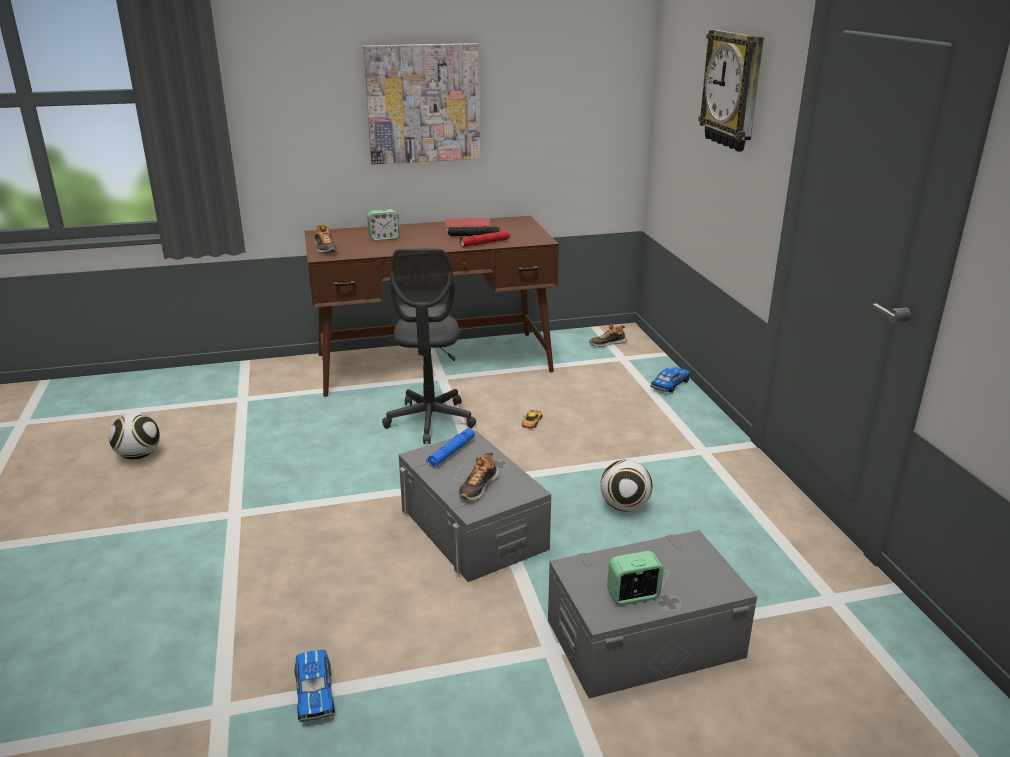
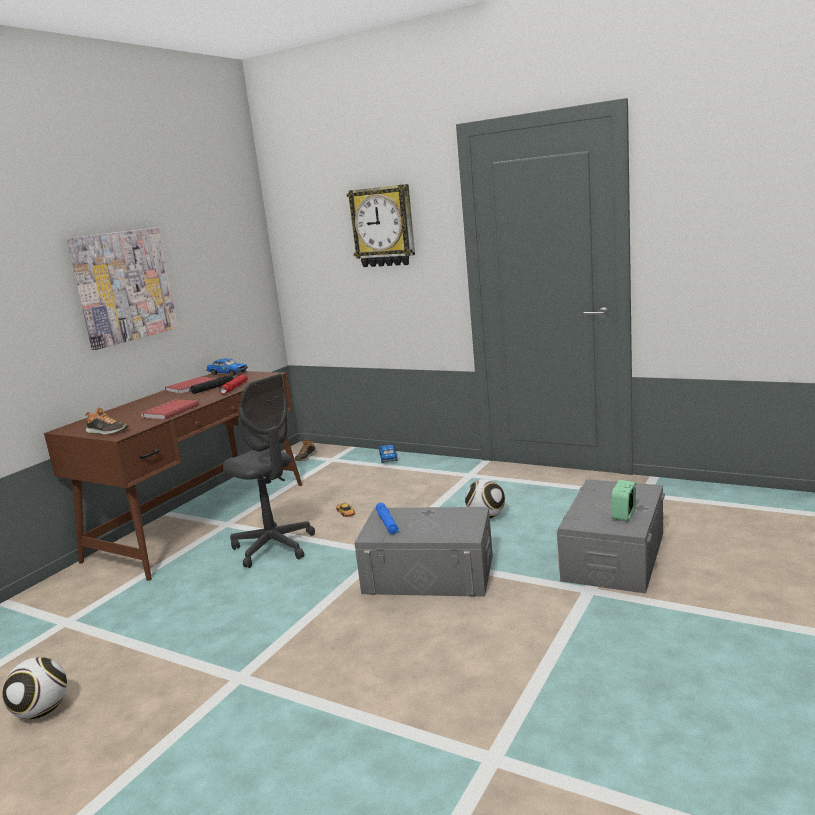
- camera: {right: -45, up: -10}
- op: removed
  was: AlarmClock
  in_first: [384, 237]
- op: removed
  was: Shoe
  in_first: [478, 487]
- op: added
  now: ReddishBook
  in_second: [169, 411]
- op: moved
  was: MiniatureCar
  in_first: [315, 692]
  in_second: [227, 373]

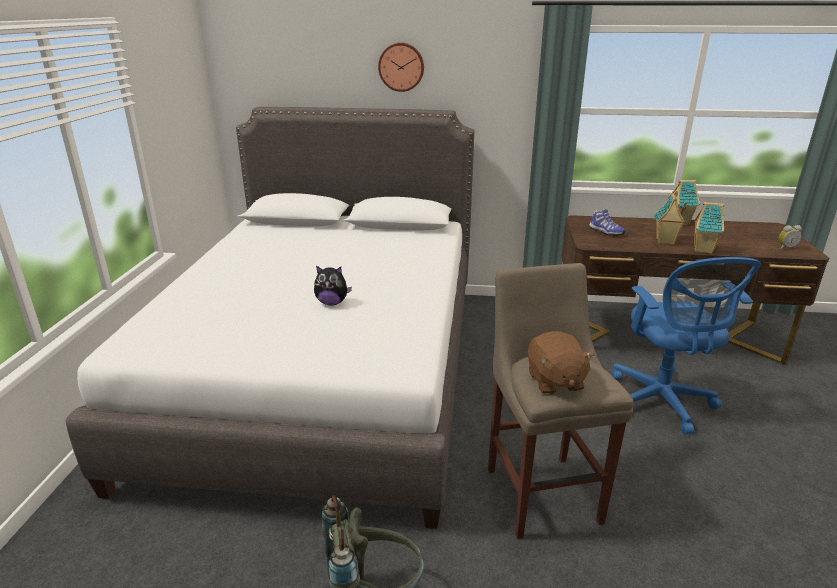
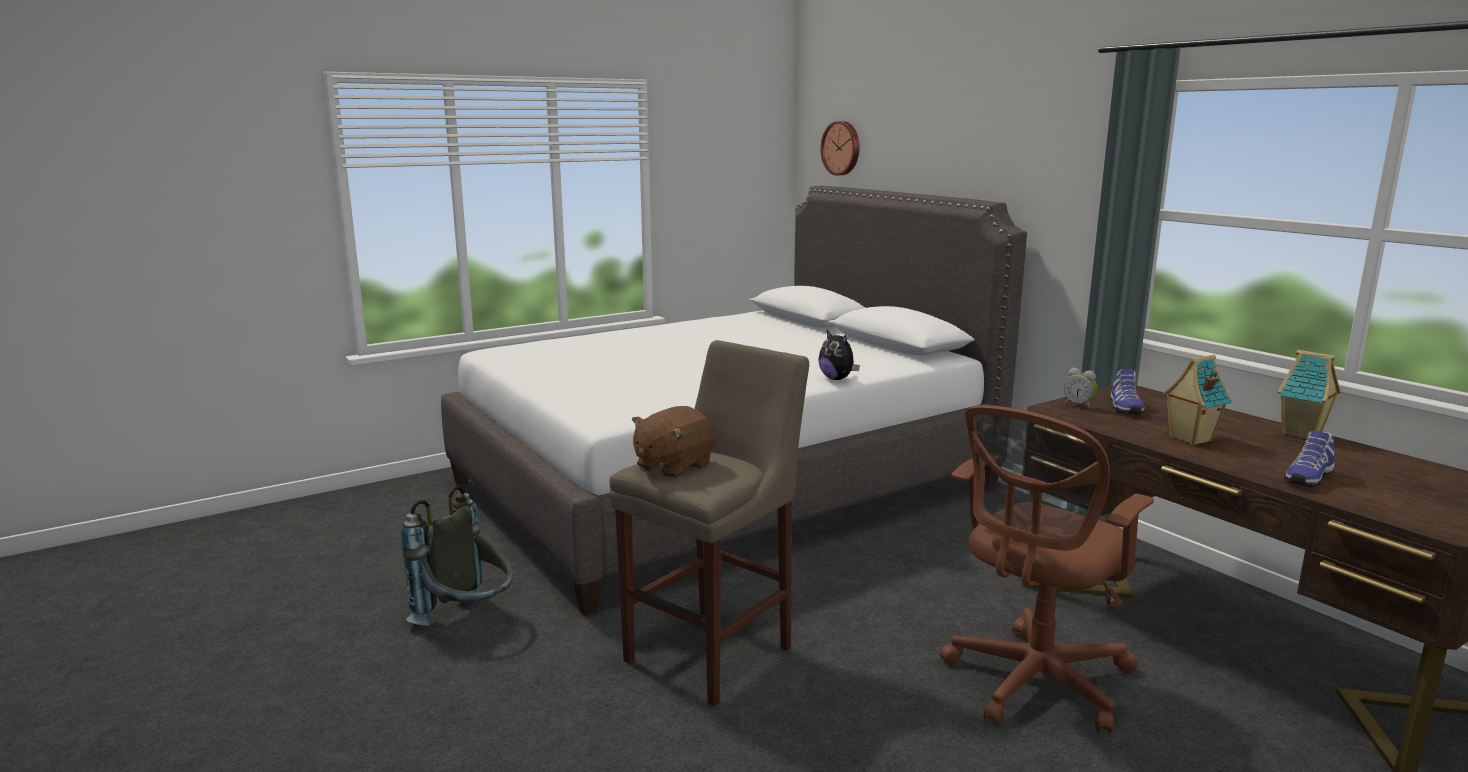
- camera: {right: 50, up: -10}
- op: removed
  was: ToyHouse
  in_first: [704, 250]
- op: added
  now: Shoe
  in_second: [1307, 478]
- op: moved
  was: CuddlyToy
  in_first: [332, 303]
  in_second: [837, 379]
- op: moved
  was: ClockOnTheWall
  in_first: [401, 67]
  in_second: [842, 148]
- op: moved
  was: AlarmClock
  in_first: [785, 248]
  in_second: [1079, 405]
- op: recoloured
  was: BluishComputerChair
  now: BrownComputerChair
  in_first: [662, 402]
  in_second: [1033, 684]

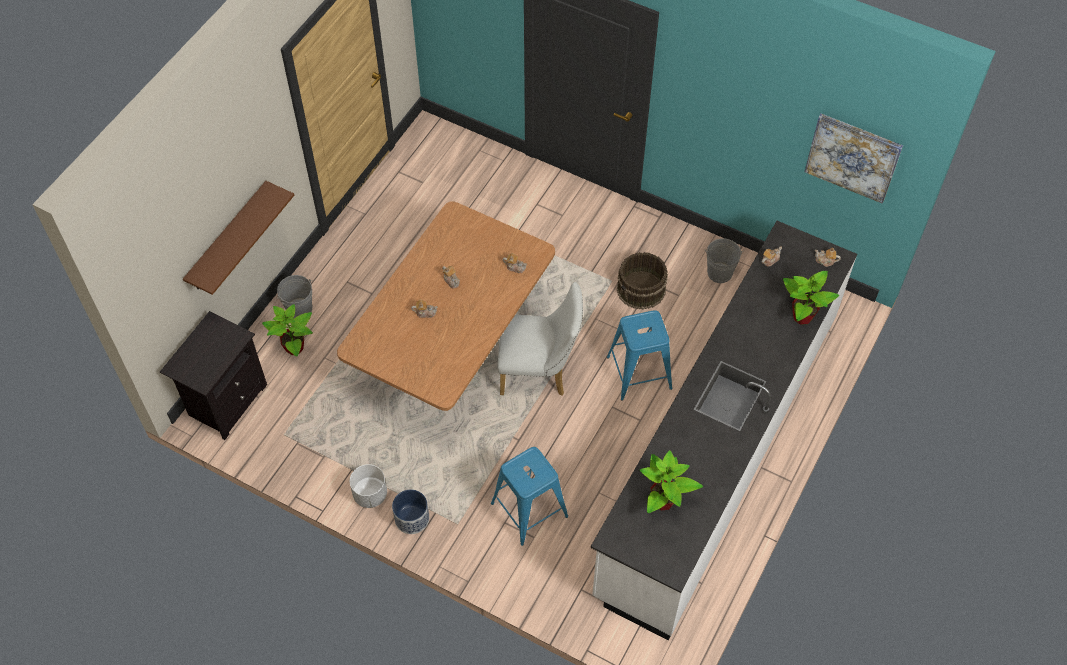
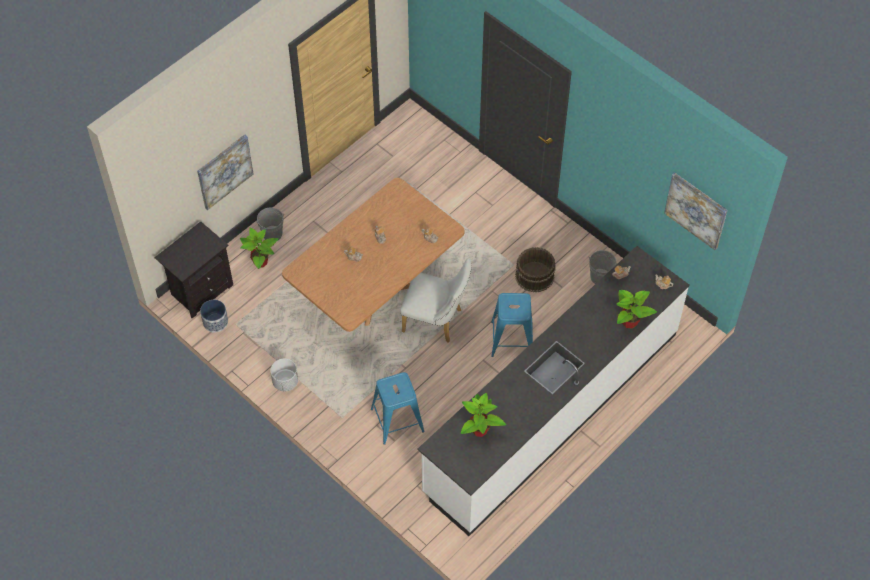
- camera: {right: 15, up: 0}
- op: moved
  was: Planter
  in_first: [412, 518]
  in_second: [215, 322]
- op: replaced
  was: BrownShelf
  now: WallPicture
  in_first: [228, 238]
  in_second: [224, 171]

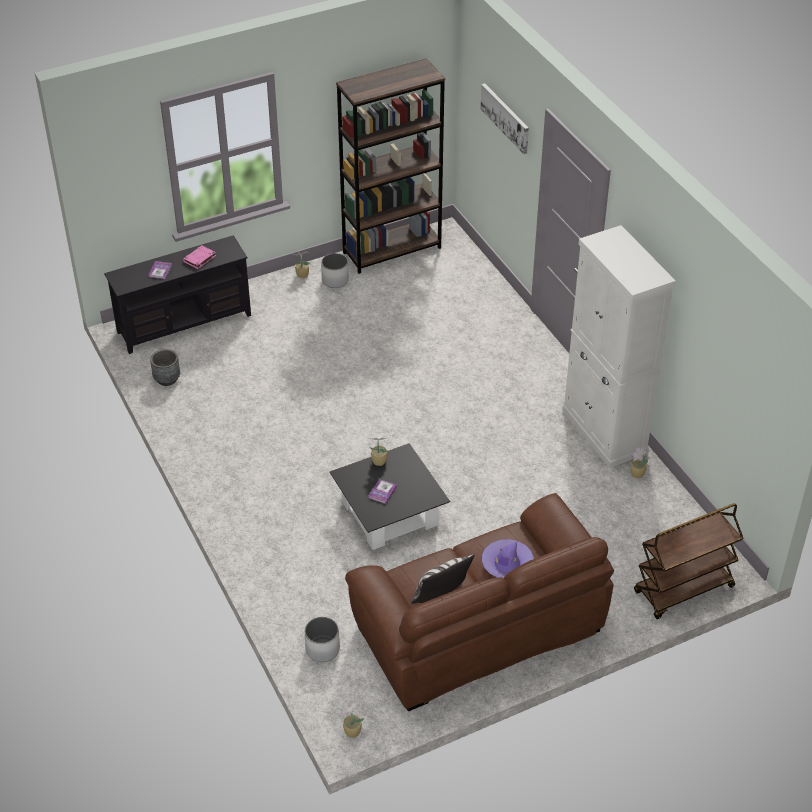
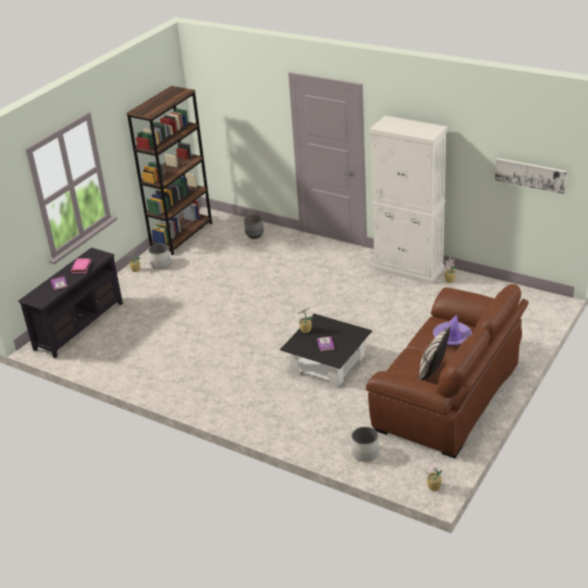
- camera: {right: -30, up: -10}
- op: removed
  was: BrownWheeledCart
  in_first: [683, 590]
- op: moved
  was: GreyPlanter
  in_first: [167, 379]
  in_second: [255, 235]
- op: moved
  was: WallPicture
  in_first: [505, 117]
  in_second: [530, 175]

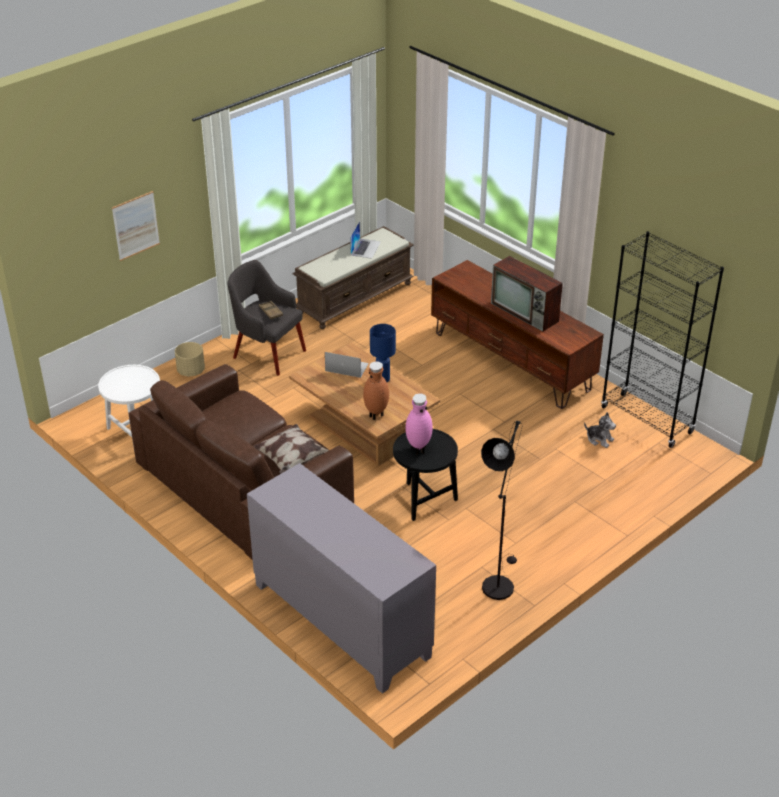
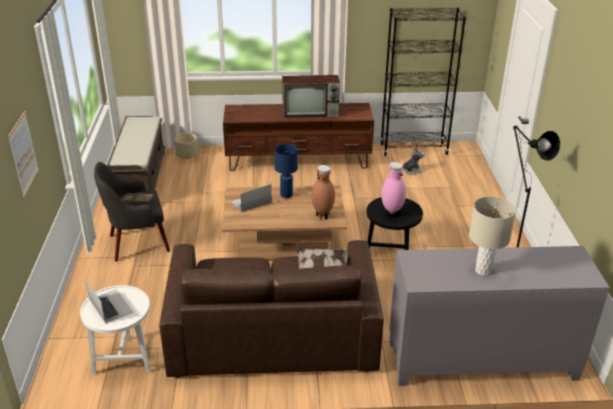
- camera: {right: -50, up: -5}
- op: added
  now: BeigeColouredTableLamp
  in_second: [483, 270]
- op: moved
  was: BeigeColouredPlanter
  in_first: [191, 371]
  in_second: [187, 156]
- op: moved
  was: Laptop
  in_first: [365, 248]
  in_second: [110, 305]

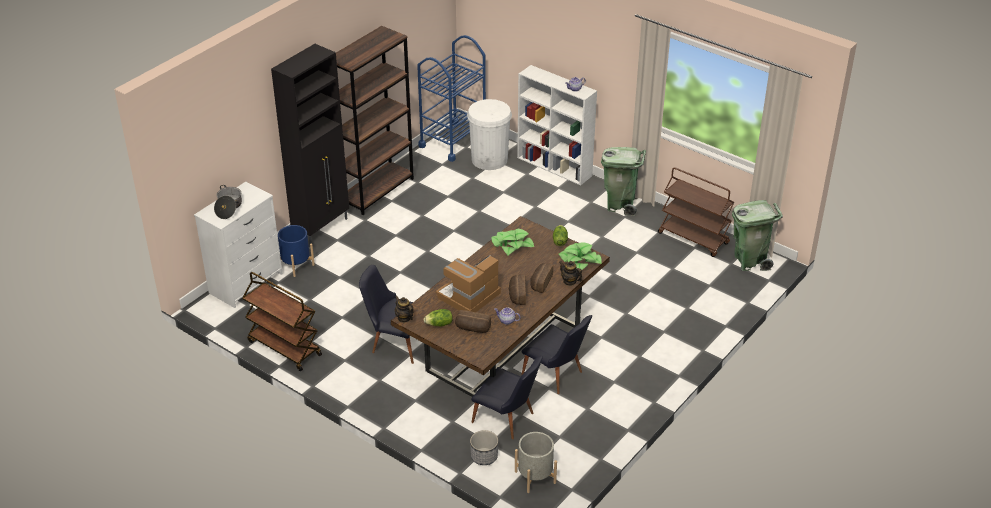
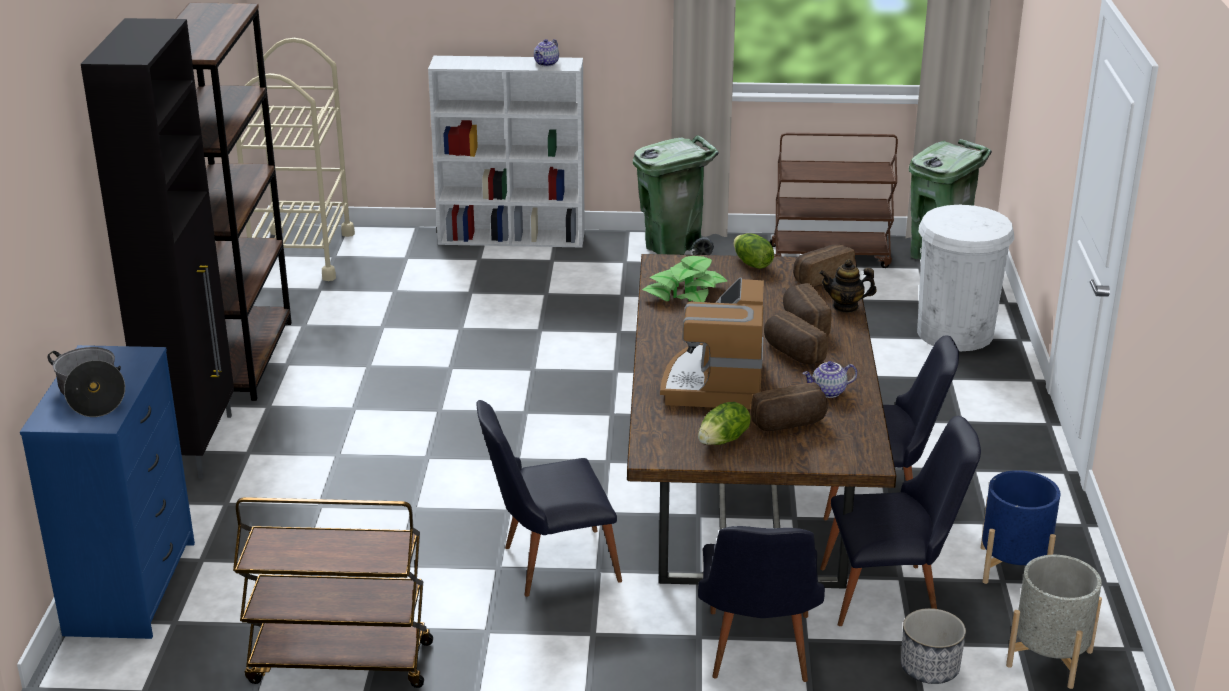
- camera: {right: -35, up: -10}
- op: removed
  was: PotForTea
  in_first: [404, 318]
- op: added
  now: BlackUprightChair
  in_second: [757, 655]
- op: moved
  was: BluishPlanter
  in_first: [296, 265]
  in_second: [1013, 567]
- op: moved
  was: WhiteColouredWasteBin
  in_first: [489, 159]
  in_second: [955, 333]
- op: replaced
  was: Houseplant
  now: BakedBread
  in_first: [580, 261]
  in_second: [821, 277]
- op: recoloured
  was: WhiteColouredDresser
  now: BluishDresser
  in_first: [246, 283]
  in_second: [132, 588]
- op: recoloured
  was: BluishWheeledCart
  now: BeigeColouredWheeledCart
  in_first: [453, 141]
  in_second: [302, 255]

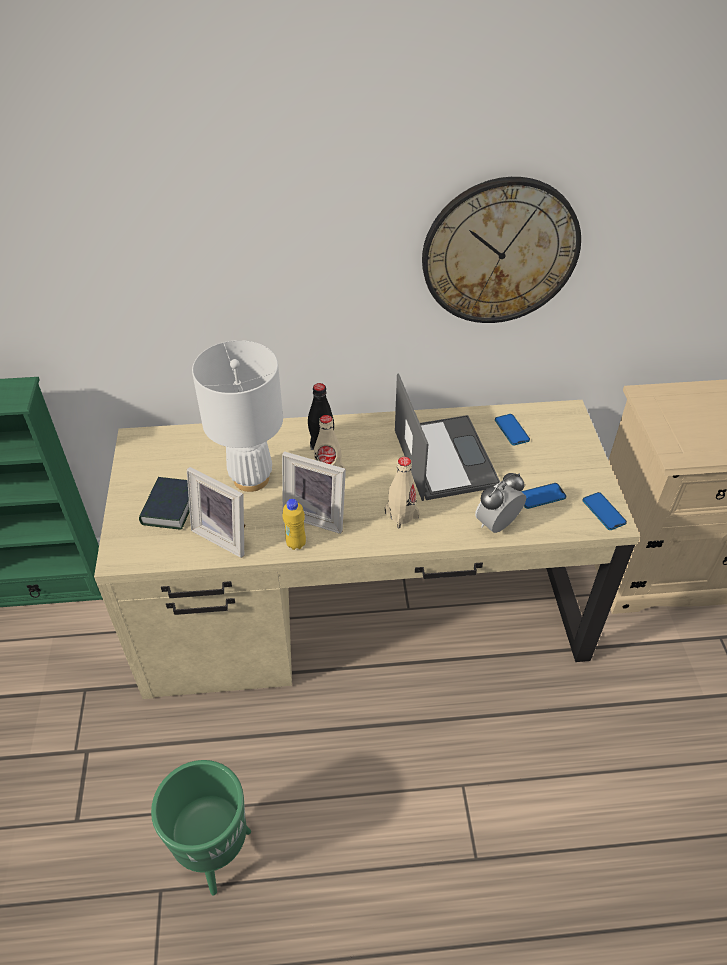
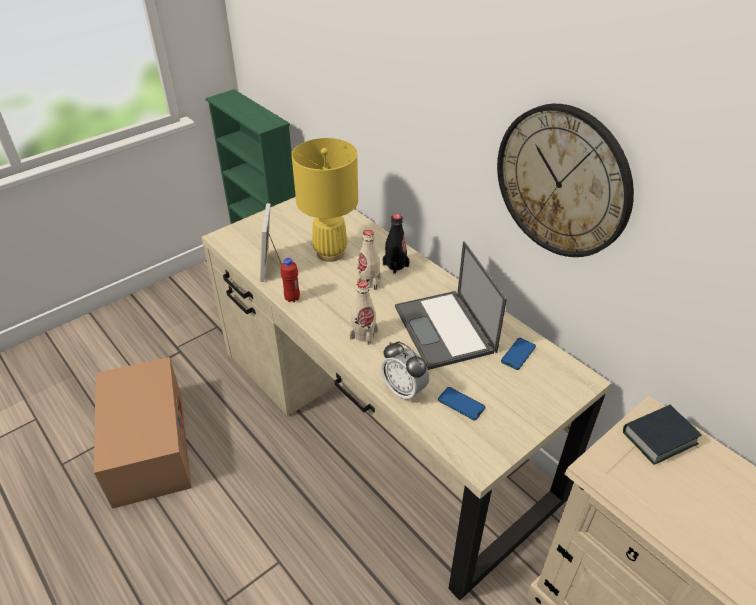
- camera: {right: 55, up: -5}
- op: removed
  was: PictureFrame
  in_first: [317, 515]
- op: removed
  was: Telephone
  in_first: [603, 512]
- op: moved
  was: Book
  in_first: [170, 507]
  in_second: [659, 438]
- op: replaced
  was: GreenPlanter
  now: PackingBox
  in_first: [214, 853]
  in_second: [149, 446]
- op: recoloured
  was: WhiteColouredTableLamp
  now: YellowColouredTableLamp
  in_first: [251, 478]
  in_second: [330, 253]
- op: recoloured
  was: YellowColouredDrinkBottle
  now: ReddishDrinkBottle
  in_first: [296, 544]
  in_second: [292, 298]
- op: turned
  was: Laptop
  in_first: [444, 457]
  in_second: [445, 330]
  clockwise: 120
- op: turned
  was: AlarmClock
  in_first: [497, 524]
  in_second: [404, 390]
  clockwise: -150

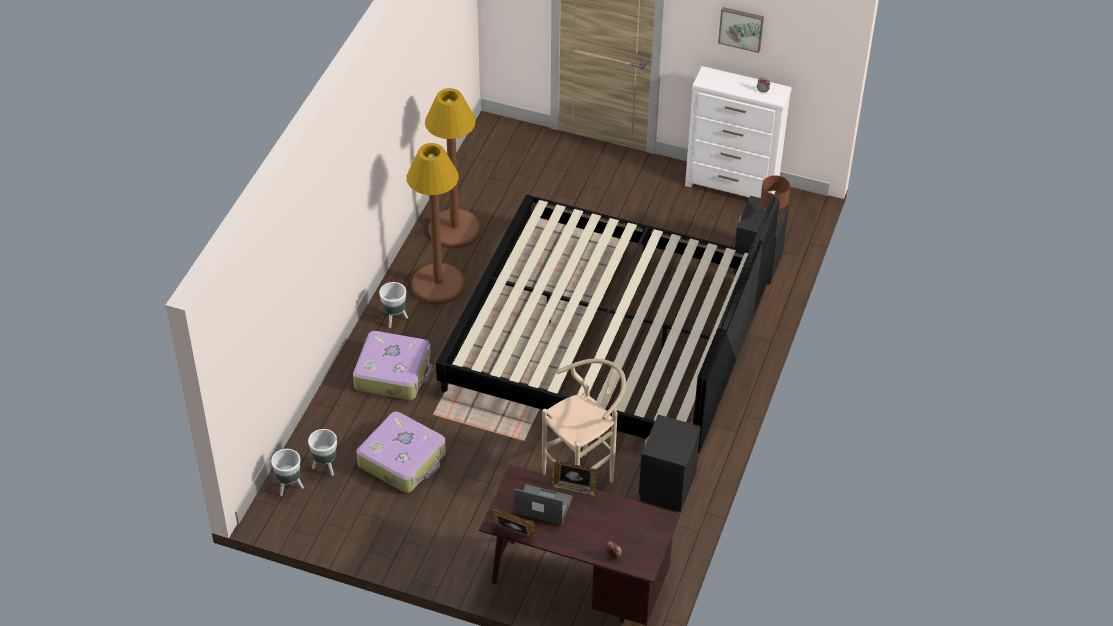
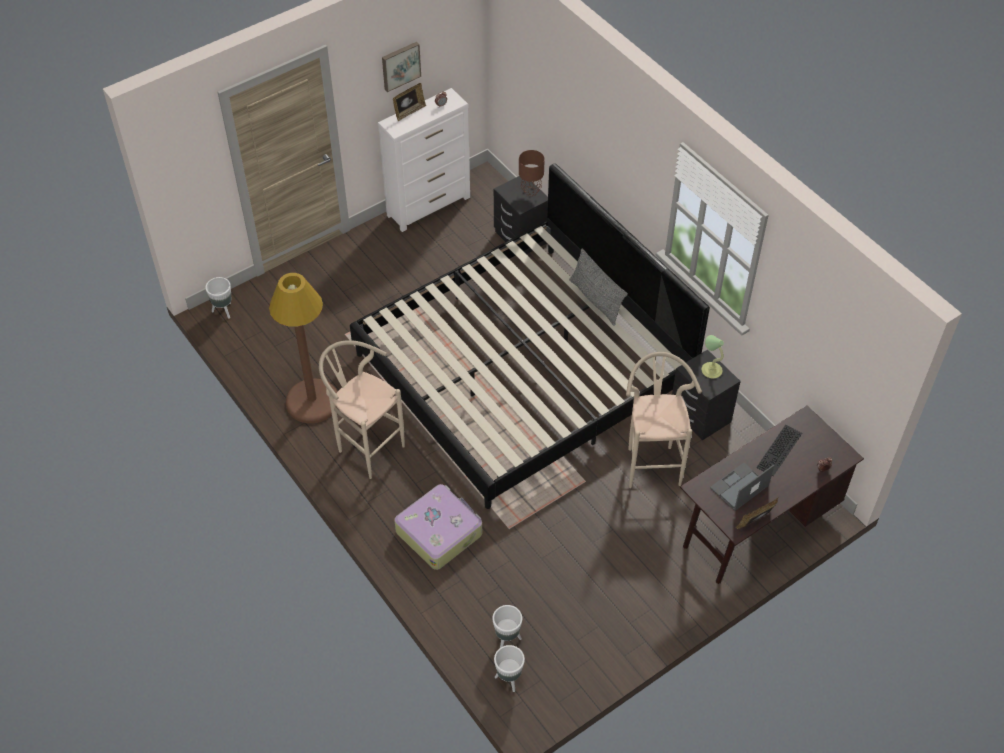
- camera: {right: -55, up: 5}
- op: removed
  was: TravelCase
  in_first: [403, 459]
- op: added
  now: GreyPillow
  in_second: [596, 300]
- op: added
  now: TableLamp
  in_second: [711, 370]
- op: added
  now: ComputerKeyboard
  in_second: [780, 451]
- op: moved
  was: WhiteColouredPlanter
  in_first: [395, 319]
  in_second: [223, 310]
- op: moved
  was: PictureFrame
  in_first: [574, 487]
  in_second: [409, 112]
- op: replaced
  was: BrownStandingLamp
  now: BeigeColouredStoolSeat
  in_first: [438, 285]
  in_second: [365, 447]

